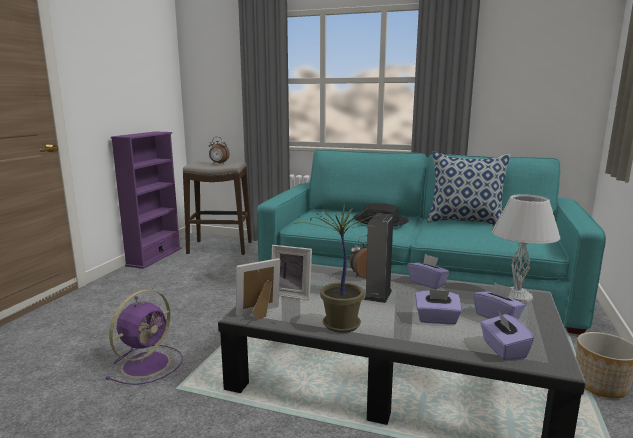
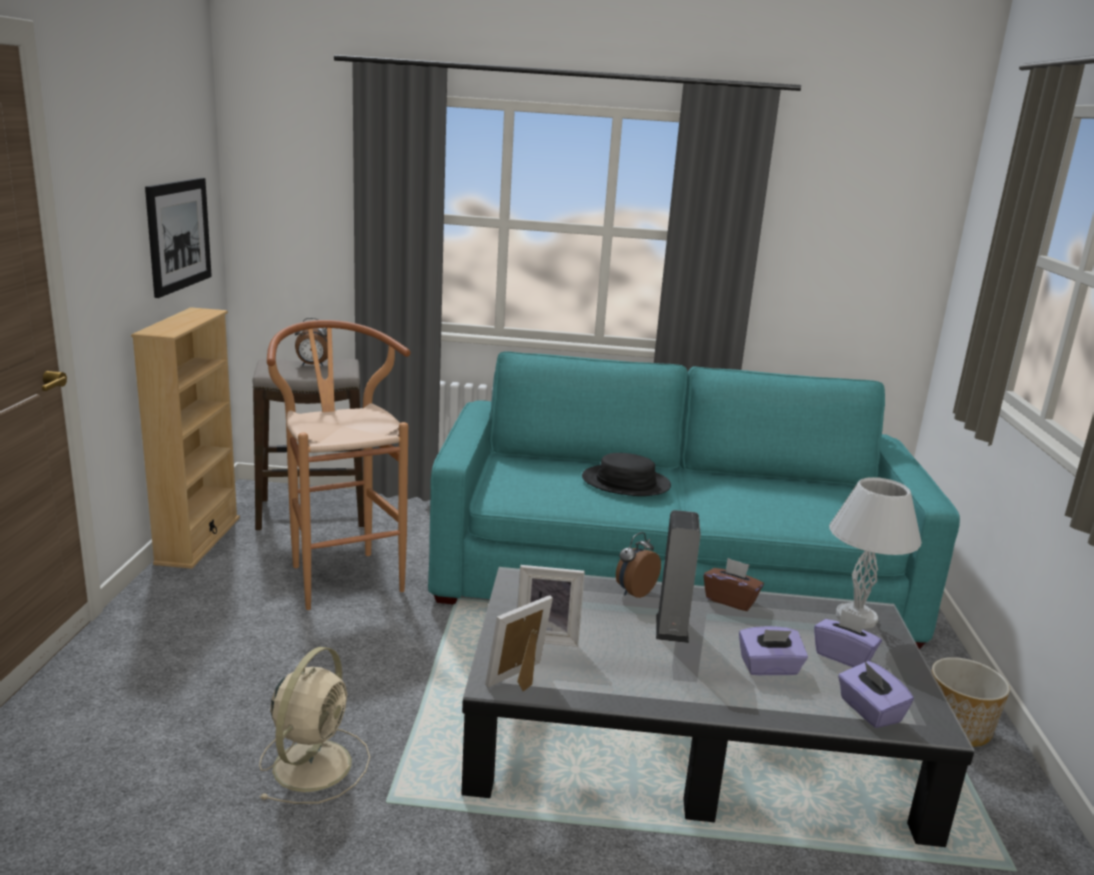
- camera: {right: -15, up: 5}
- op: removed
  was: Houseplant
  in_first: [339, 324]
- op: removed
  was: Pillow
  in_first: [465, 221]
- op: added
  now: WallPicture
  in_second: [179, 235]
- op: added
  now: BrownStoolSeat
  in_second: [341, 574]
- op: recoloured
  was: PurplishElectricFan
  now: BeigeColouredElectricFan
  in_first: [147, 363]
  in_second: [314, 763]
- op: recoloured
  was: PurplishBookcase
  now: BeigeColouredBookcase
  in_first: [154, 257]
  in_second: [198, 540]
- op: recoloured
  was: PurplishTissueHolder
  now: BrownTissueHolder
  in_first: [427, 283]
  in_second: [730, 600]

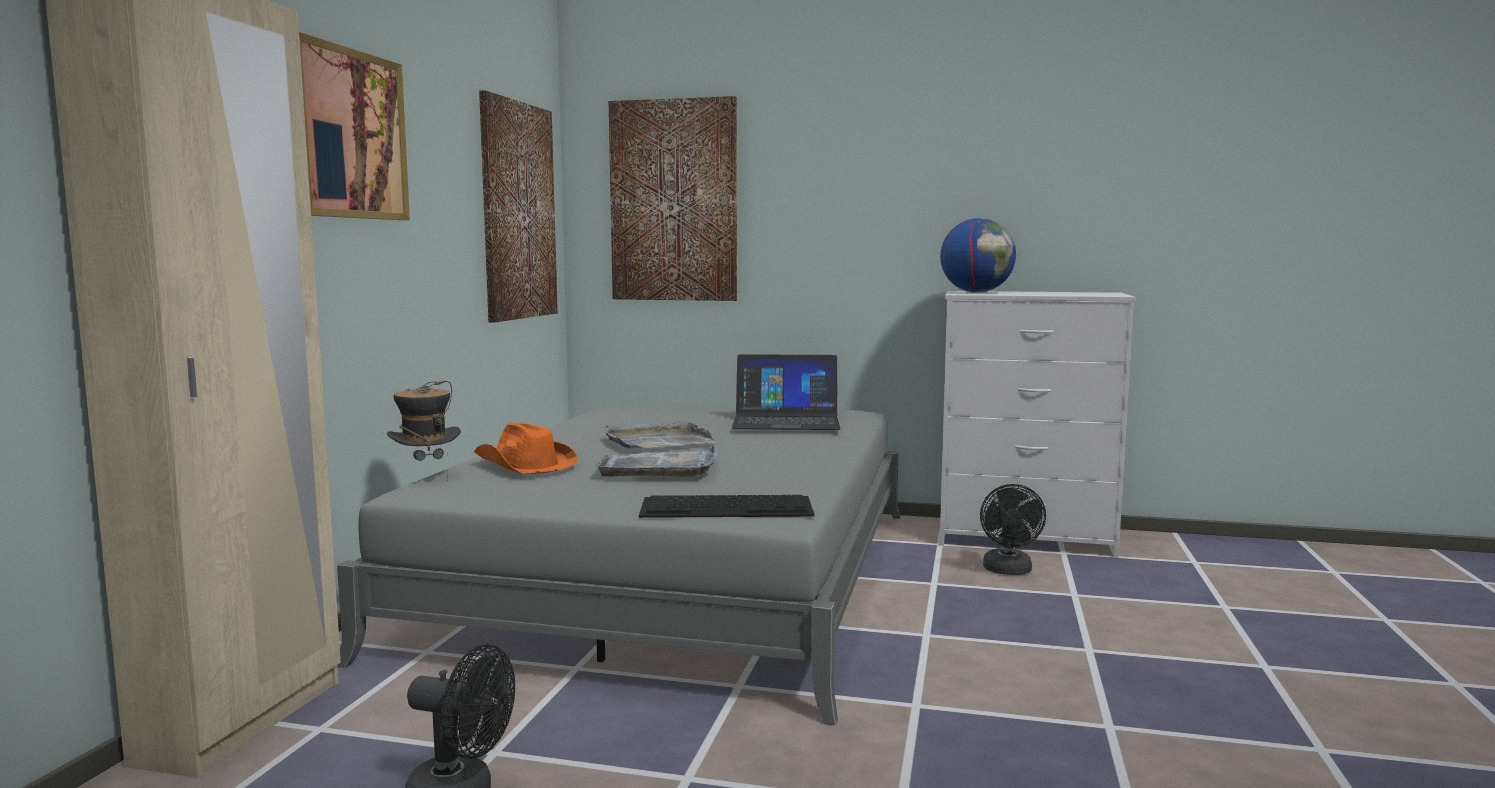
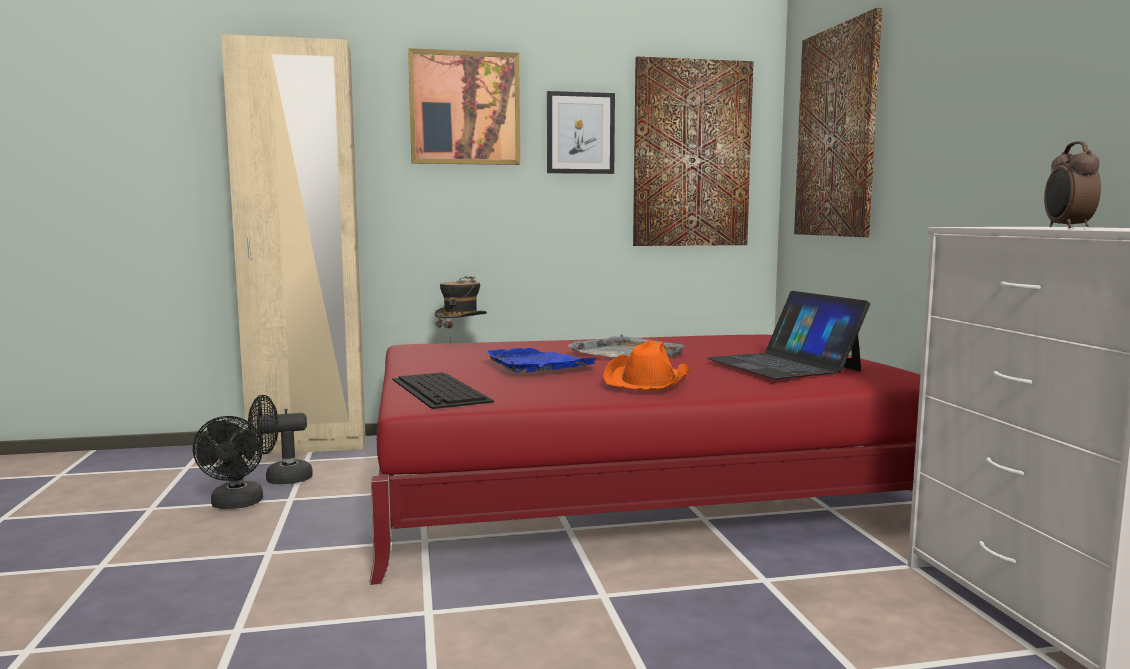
- camera: {right: 65, up: 0}
- op: removed
  was: WorldGlobe
  in_first: [976, 292]
- op: added
  now: WallPicture
  in_second: [580, 133]
- op: added
  now: AlarmClock
  in_second: [1067, 228]
- op: moved
  was: OrangeWearableHat
  in_first: [524, 465]
  in_second: [647, 381]
- op: moved
  was: BlackElectricFan
  in_first: [1008, 571]
  in_second: [280, 479]
- op: recoloured
  was: GreyBed
  now: ReddishBed
  in_first: [680, 575]
  in_second: [630, 480]
- op: recoloured
  was: GreyTray
  now: BluishTray
  in_first: [660, 467]
  in_second: [538, 364]

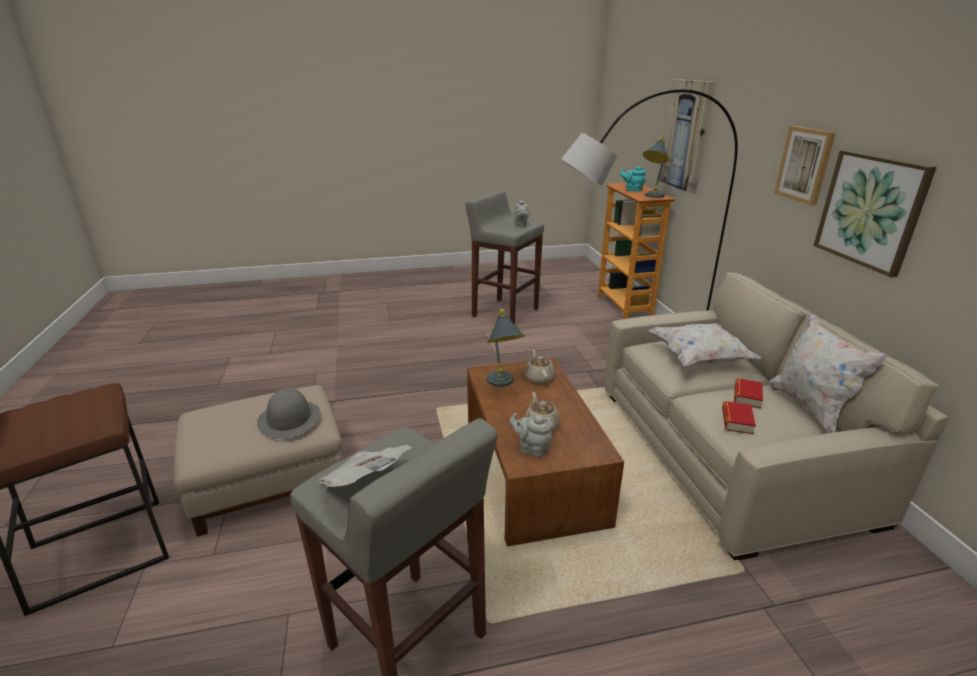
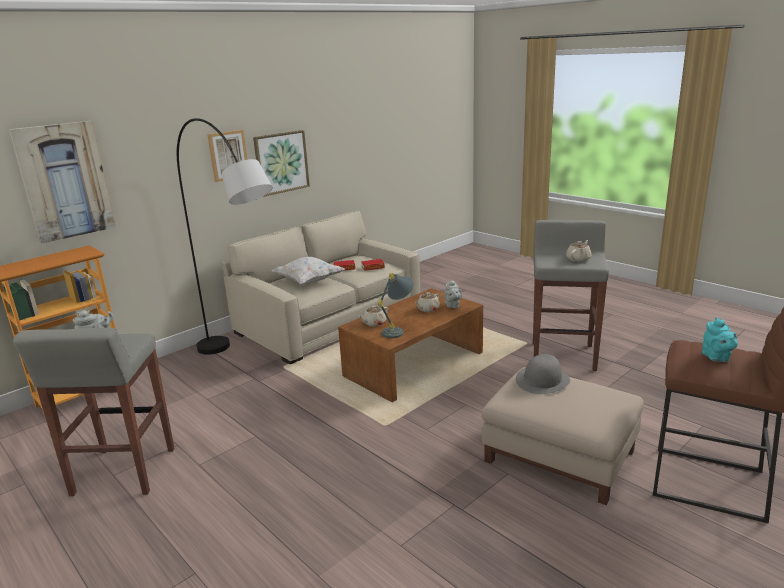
- camera: {right: -120, up: -5}
- op: removed
  was: GreyTableLamp
  in_first: [651, 197]
- op: removed
  was: WhiteColouredPillow
  in_first: [809, 408]
- op: moved
  was: TurquoisePotForTea
  in_first: [632, 190]
  in_second: [716, 357]
- op: replaced
  was: PrintedPaper
  now: BeigeColouredPotForTea
  in_first: [367, 483]
  in_second: [578, 259]

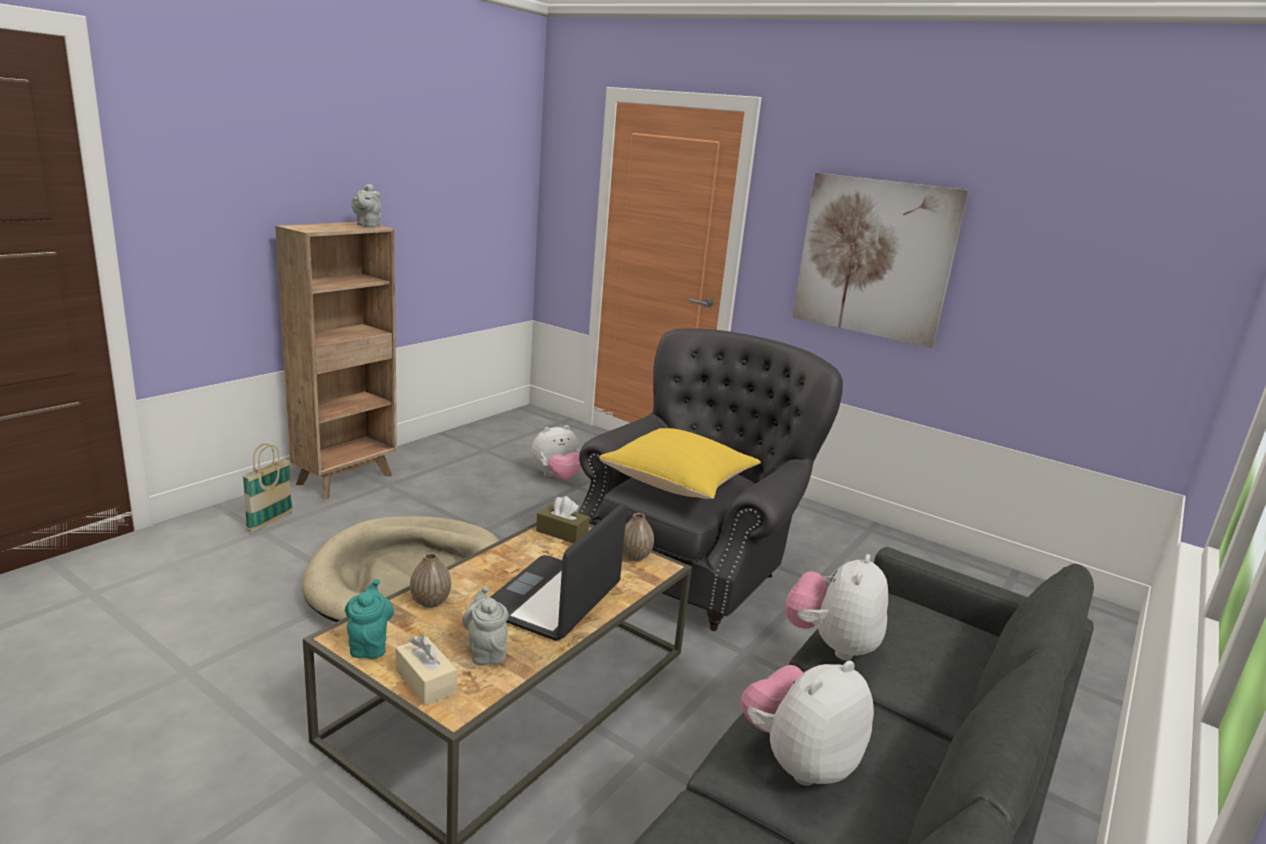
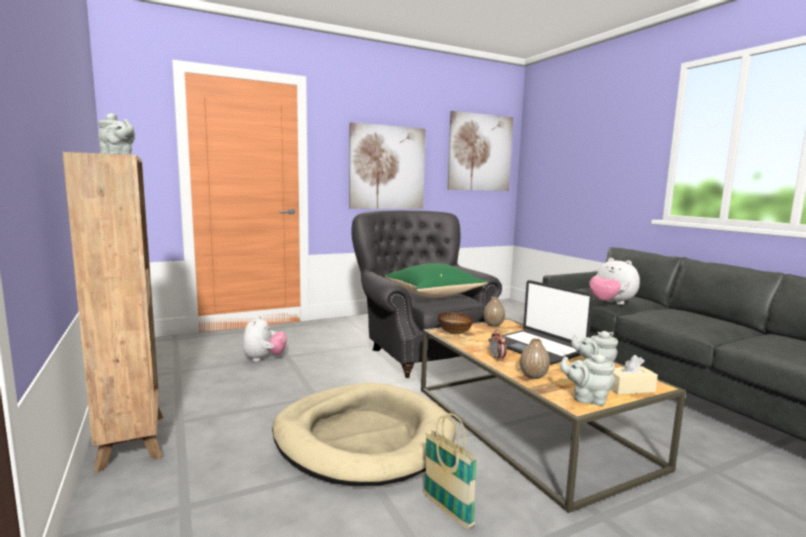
- camera: {right: -60, up: -10}
- op: removed
  was: CuddlyToy
  in_first: [798, 761]
- op: added
  now: WallPicture
  in_second: [480, 152]
- op: added
  now: AlarmClock
  in_second: [497, 359]
- op: moved
  was: StorageBasket
  in_first: [270, 522]
  in_second: [447, 510]
- op: replaced
  was: BrownTissueHolder
  now: Bowl
  in_first: [562, 532]
  in_second: [455, 333]
- op: recoloured
  was: TurquoisePotForTea
  now: GreyPotForTea
  in_first: [369, 644]
  in_second: [587, 399]
- op: recoloured
  was: YellowColouredPillow
  now: GreenPillow
  in_first: [680, 484]
  in_second: [434, 295]

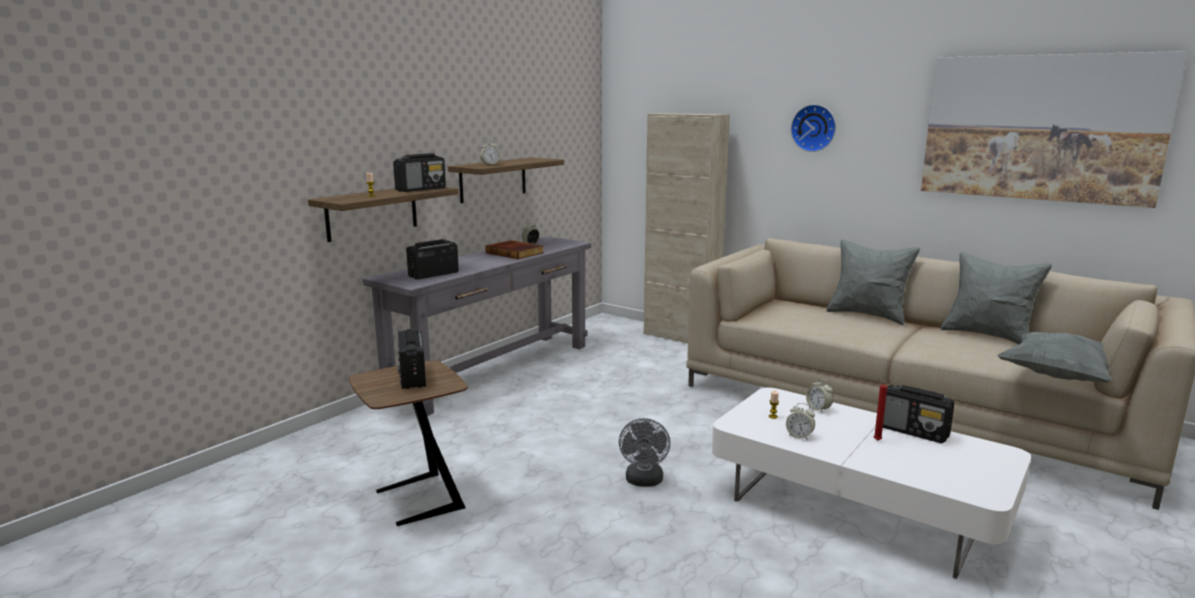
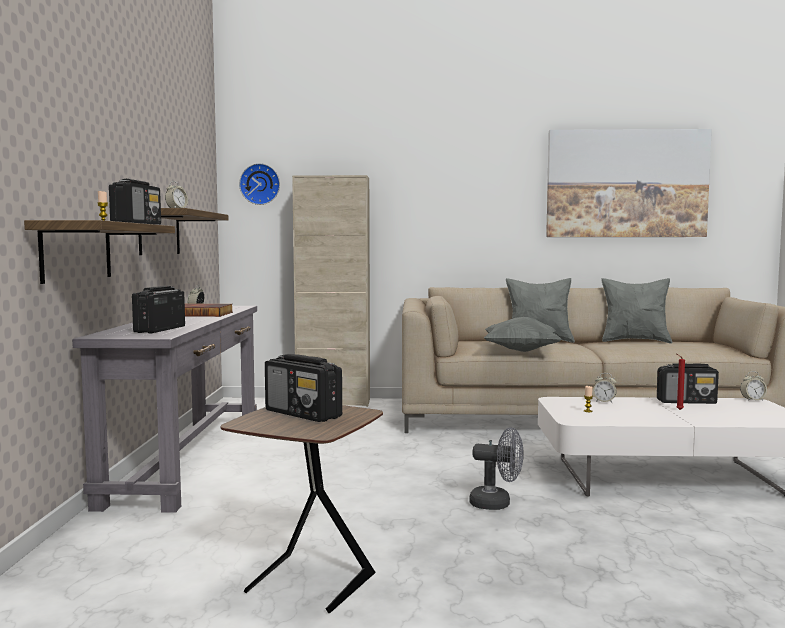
- camera: {right: -35, up: -10}
- op: moved
  was: AlarmClock
  in_first: [799, 436]
  in_second: [752, 400]
- op: moved
  was: ClockOnTheWall
  in_first: [814, 128]
  in_second: [260, 184]
- op: moved
  was: GreyPillow
  in_first: [1059, 376]
  in_second: [520, 351]
- op: turned
  was: GreyElectricFan
  in_first: [644, 482]
  in_second: [497, 504]
  clockwise: -45

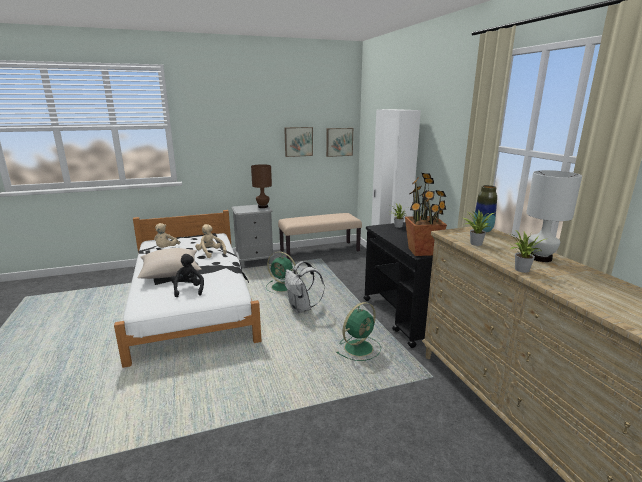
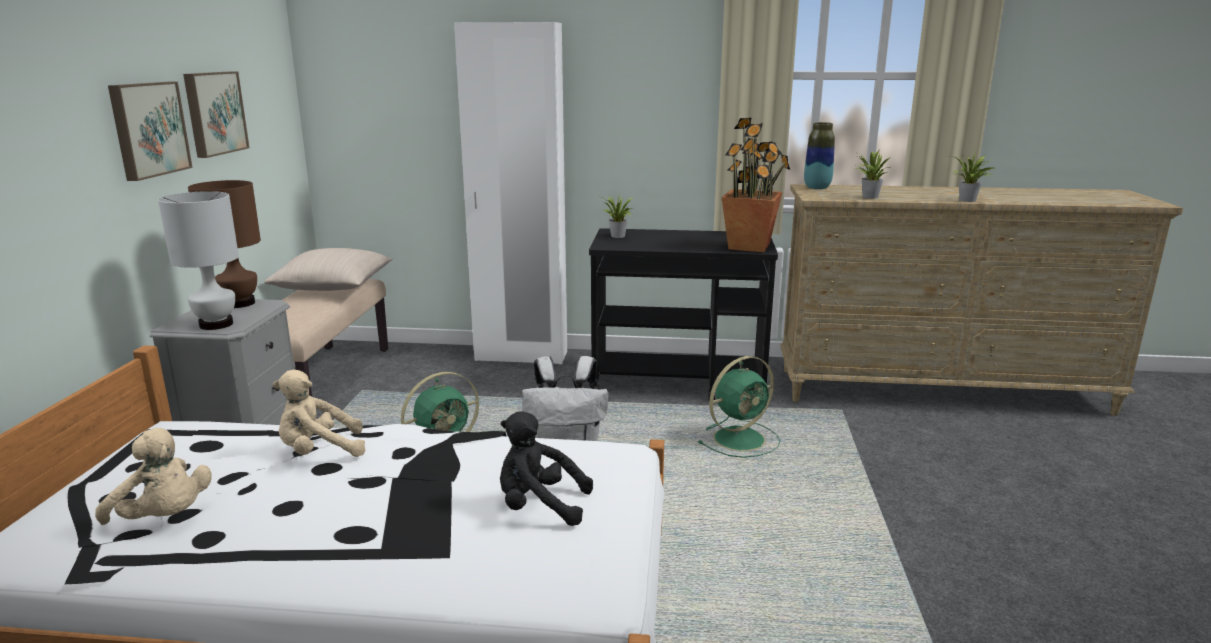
- camera: {right: -65, up: 0}
- op: moved
  was: BeigeColouredPillow
  in_first: [171, 273]
  in_second: [333, 287]
- op: moved
  was: WallPicture
  in_first: [339, 142]
  in_second: [148, 129]
- op: moved
  was: WhiteColouredTableLamp
  in_first: [540, 258]
  in_second: [215, 325]
- op: turned
  was: GreenElectricFan
  in_first: [359, 347]
  in_second: [741, 438]
  clockwise: 75

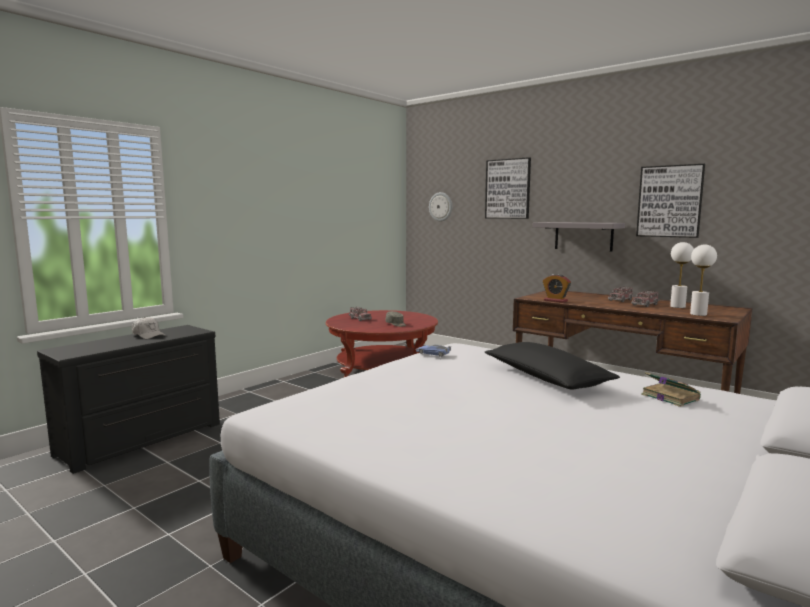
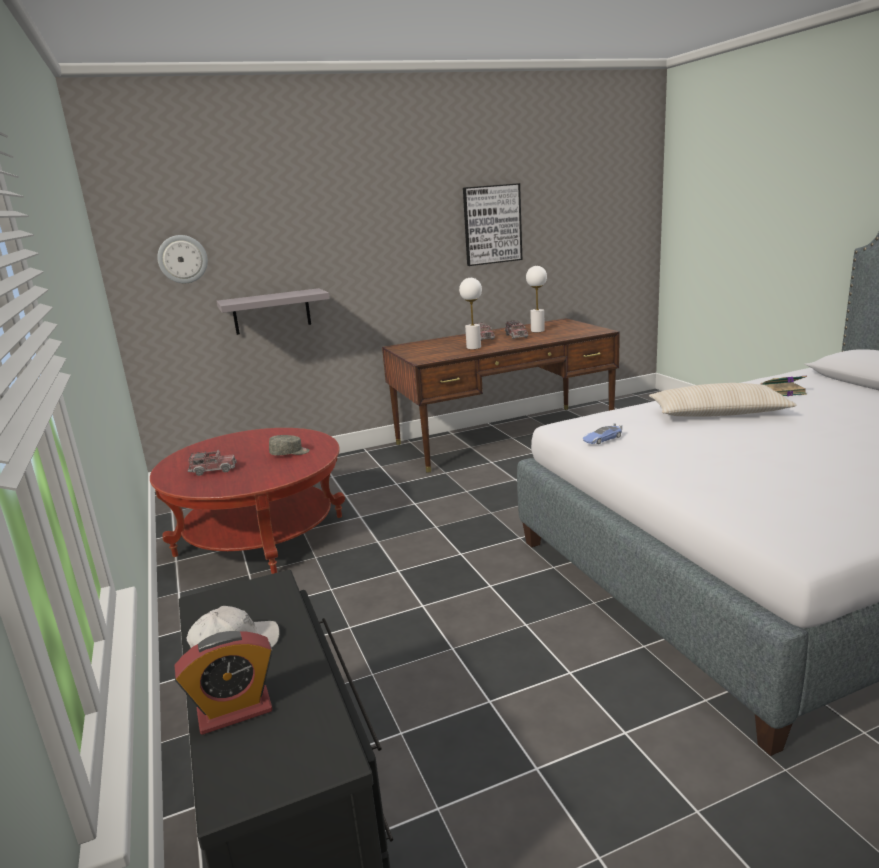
- camera: {right: -60, up: 10}
- op: removed
  was: WallPicture
  in_first: [508, 189]
- op: moved
  was: GreyShelf
  in_first: [583, 236]
  in_second: [271, 311]
- op: moved
  was: AlarmClock
  in_first: [555, 300]
  in_second: [235, 711]
- op: moved
  was: WhiteColouredTableLamp
  in_first: [698, 314]
  in_second: [473, 347]
- op: recoloured
  was: BlackPillow
  now: BeigeColouredPillow
  in_first: [546, 378]
  in_second: [718, 414]

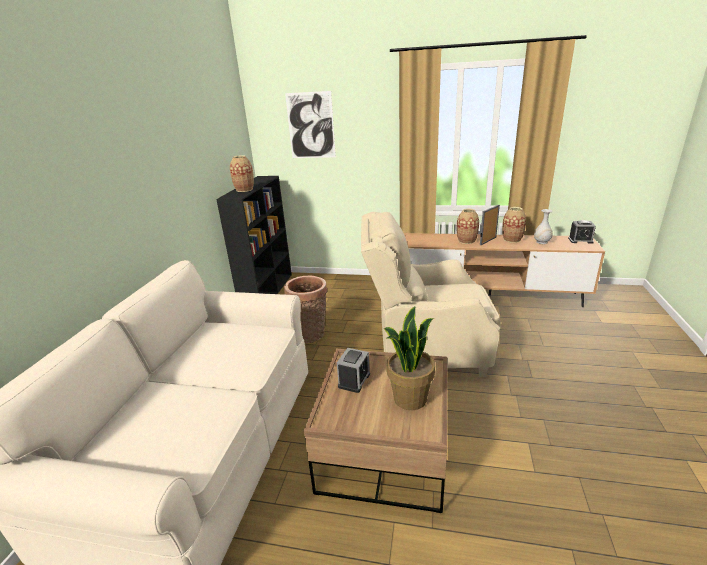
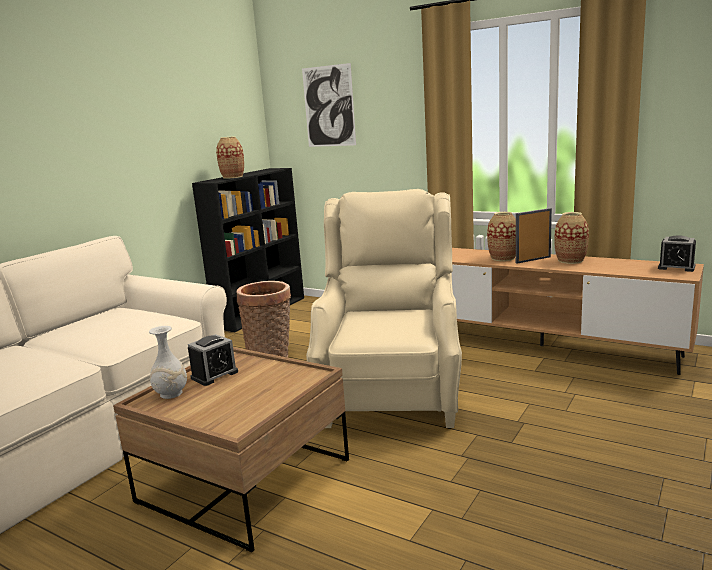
- camera: {right: 20, up: -10}
- op: removed
  was: Houseplant
  in_first: [409, 398]
- op: moved
  was: WhiteColouredDecorativeVase
  in_first: [542, 242]
  in_second: [171, 394]
- op: turned
  was: BeigeColouredLoungeChair
  in_first: [425, 351]
  in_second: [392, 393]
  clockwise: 75

